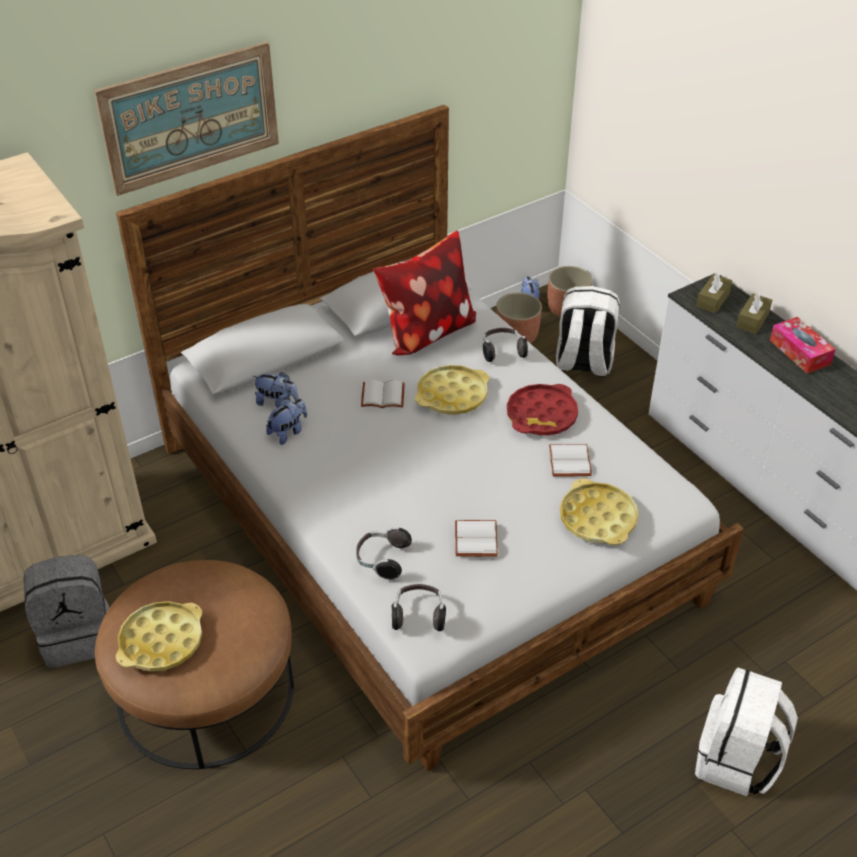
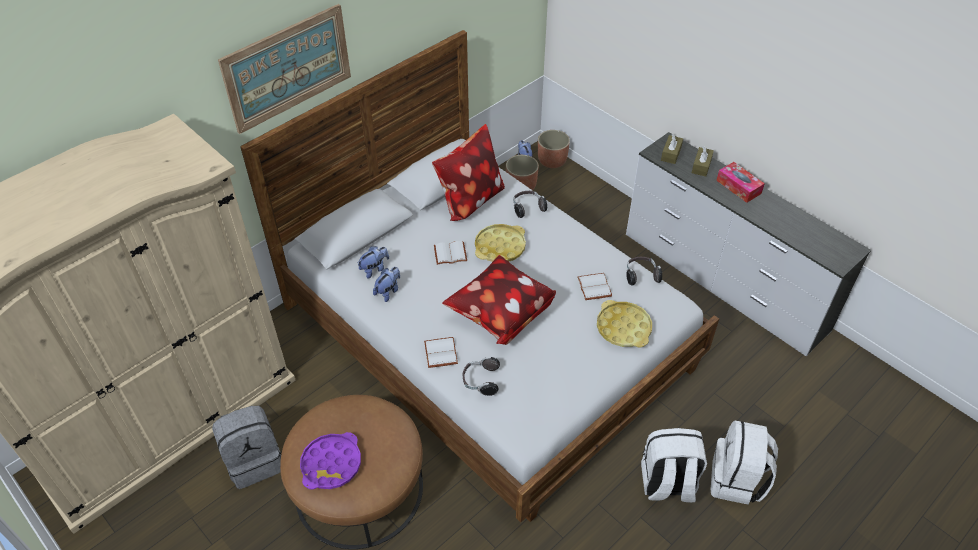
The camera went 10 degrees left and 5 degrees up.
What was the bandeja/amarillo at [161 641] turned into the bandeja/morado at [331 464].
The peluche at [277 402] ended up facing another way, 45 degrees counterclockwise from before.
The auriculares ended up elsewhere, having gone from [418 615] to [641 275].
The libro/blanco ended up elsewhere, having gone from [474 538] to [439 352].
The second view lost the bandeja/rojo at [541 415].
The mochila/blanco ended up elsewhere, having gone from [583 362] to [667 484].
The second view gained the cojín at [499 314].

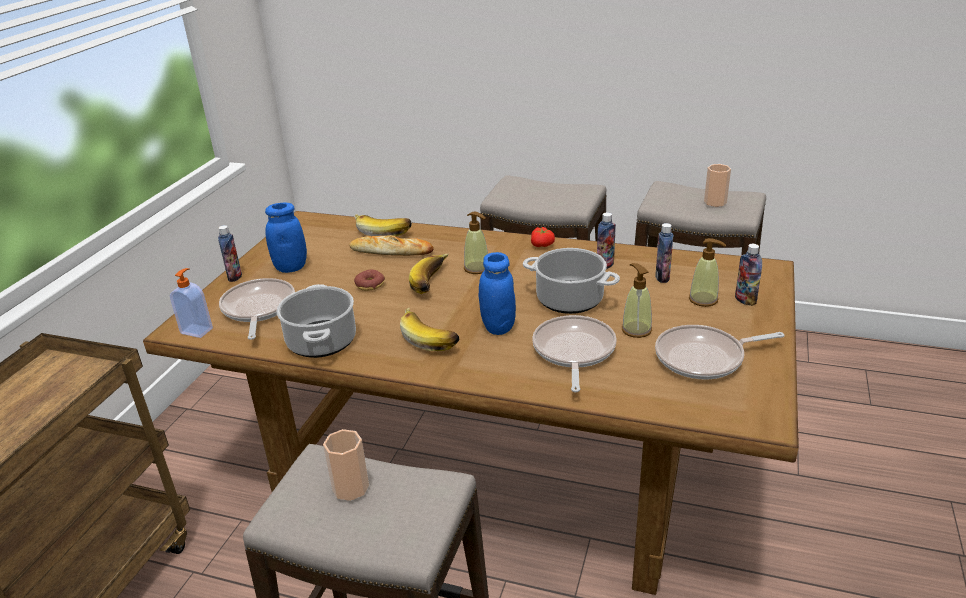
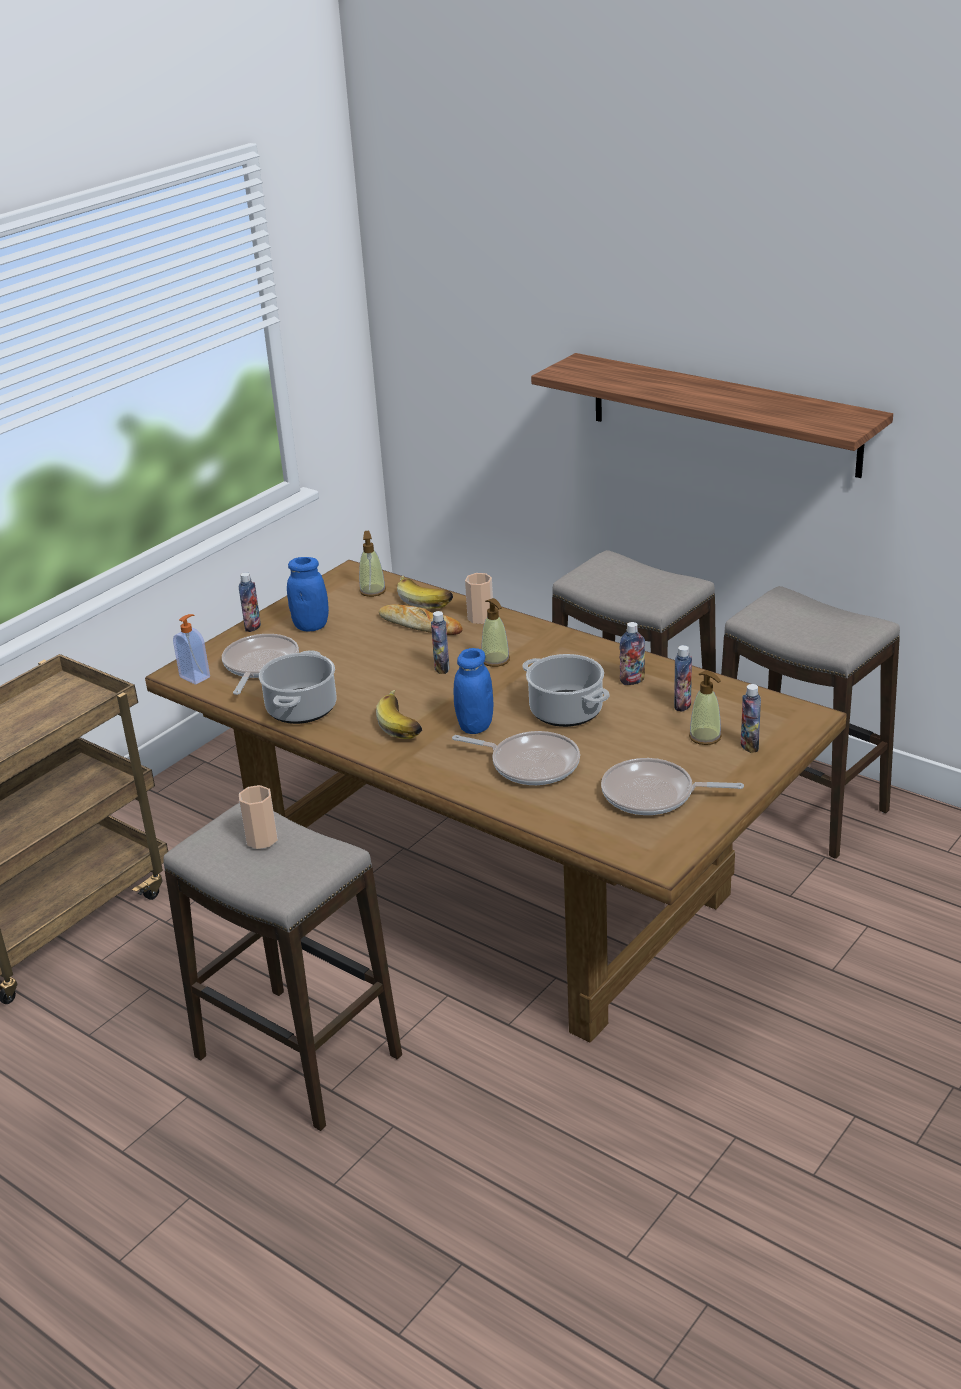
The camera went 20 degrees right and 0 degrees up.
The second view lost the rosquilla at [370 285].
Where the plátano stood at [434 283], the botella came to stand at [442 668].
The second view lost the tomate at [542 245].
The sartén at [573 352] ended up facing another way, 90 degrees clockwise from before.
The dispensador de jabón ended up elsewhere, having gone from [636 329] to [372 591].
The taza ended up elsewhere, having gone from [715 202] to [480 618].
The second view gained the estante at [723 414].

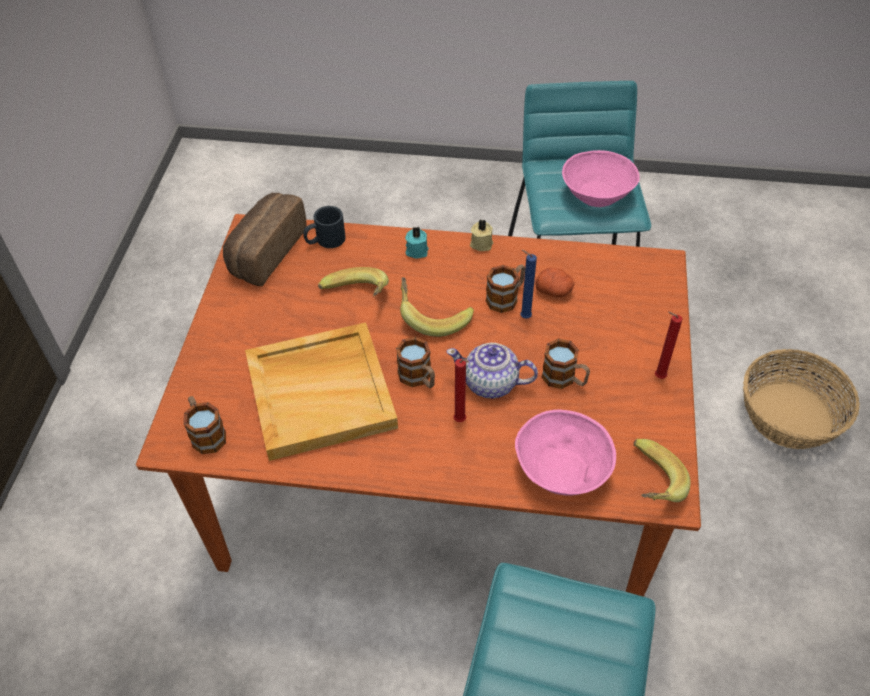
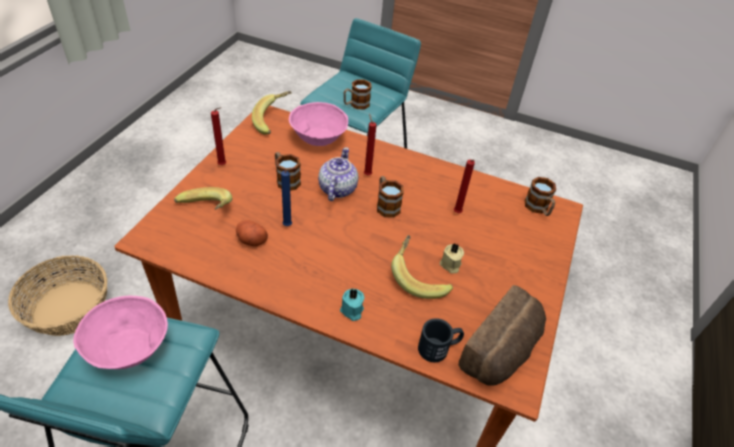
The camera went 170 degrees left and 5 degrees down.
Where the bandeja/beis stood at [321 392], the vela/rojo came to stand at [457 213].
The plátano ended up elsewhere, having gone from [433 316] to [205 212].
The tetera at [491 384] ended up facing another way, 105 degrees counterclockwise from before.
The vela/beis ended up elsewhere, having gone from [481 243] to [450 265].
The taza grande ended up elsewhere, having gone from [506 297] to [356 104].

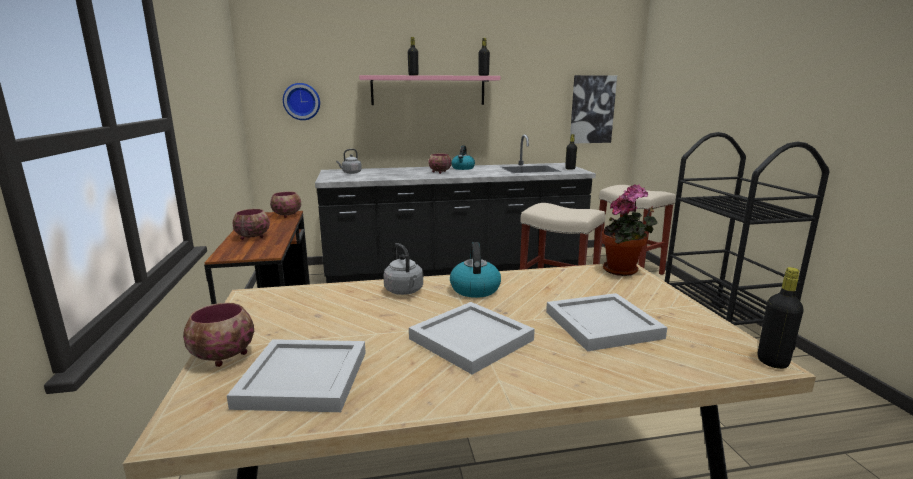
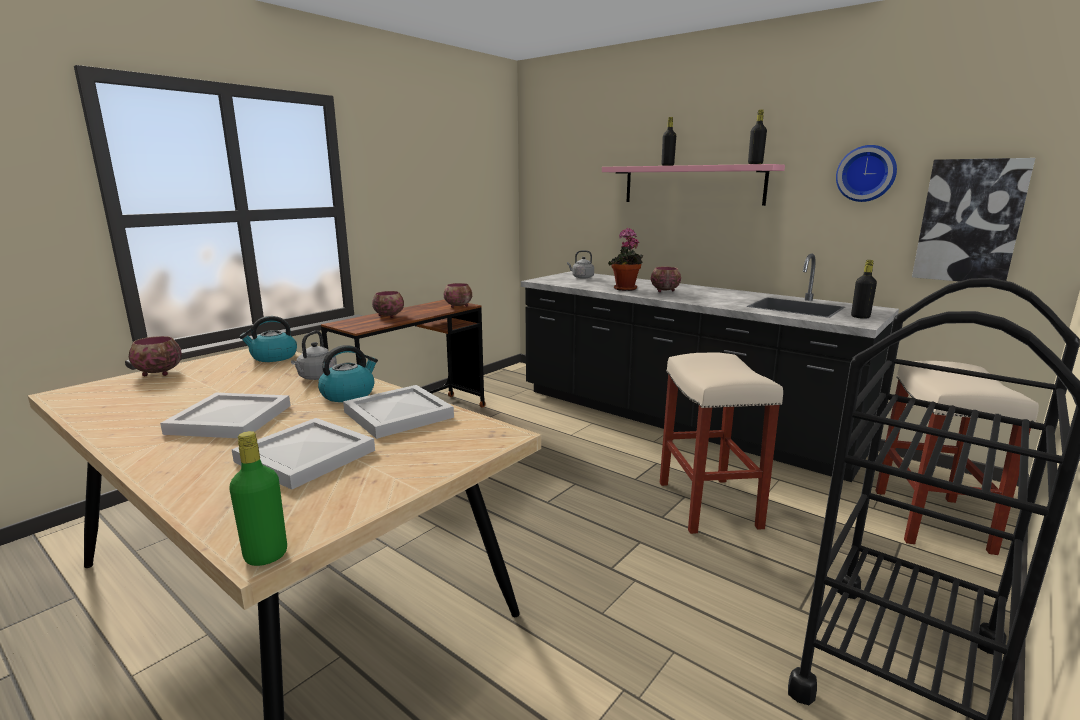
The camera went 50 degrees right and 0 degrees up.
The bandeja/blanco ended up elsewhere, having gone from [301 379] to [396 414].
The reloj de pared ended up elsewhere, having gone from [301 101] to [866 173].
The hervidor ended up elsewhere, having gone from [463 168] to [273 357].
The planta en maceta ended up elsewhere, having gone from [623 271] to [625 289].
What was the botella/negro at [772 361] turned into the botella/verde at [266 555].

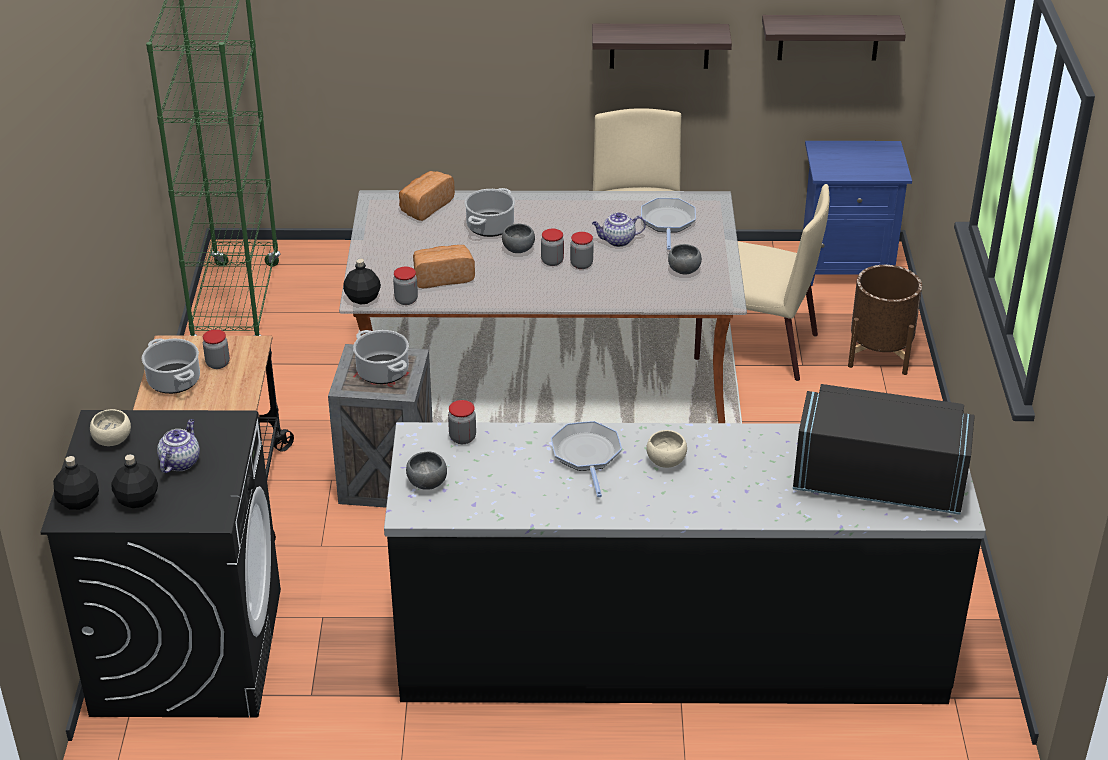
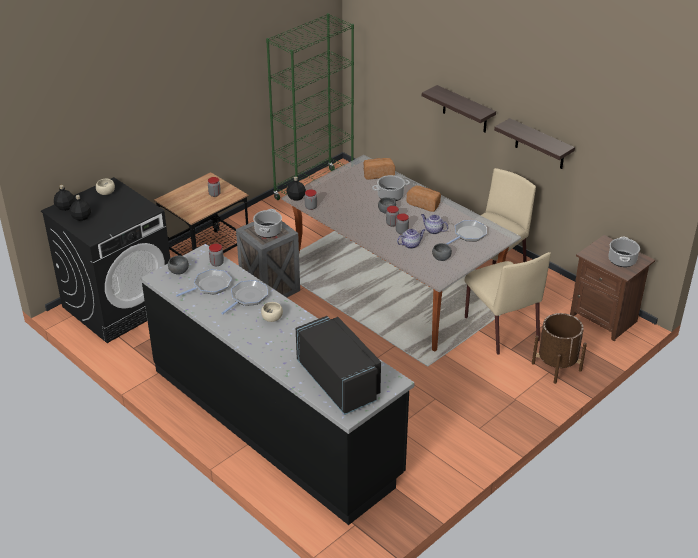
The camera went 45 degrees right and 0 degrees up.
The olla ended up elsewhere, having gone from [174 381] to [622 260].
The tetera ended up elsewhere, having gone from [180 462] to [411 244].
The pan ended up elsewhere, having gone from [442 277] to [424 204].
The estante ended up elsewhere, having gone from [828 37] to [465 110].
What was the mesita de noche/azul at [845 266] turned into the mesita de noche/marrón at [604 318].
The second view gained the sartén at [210 286].

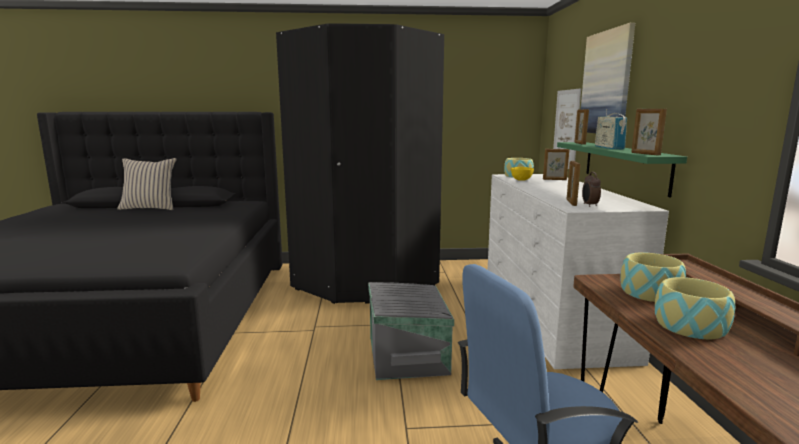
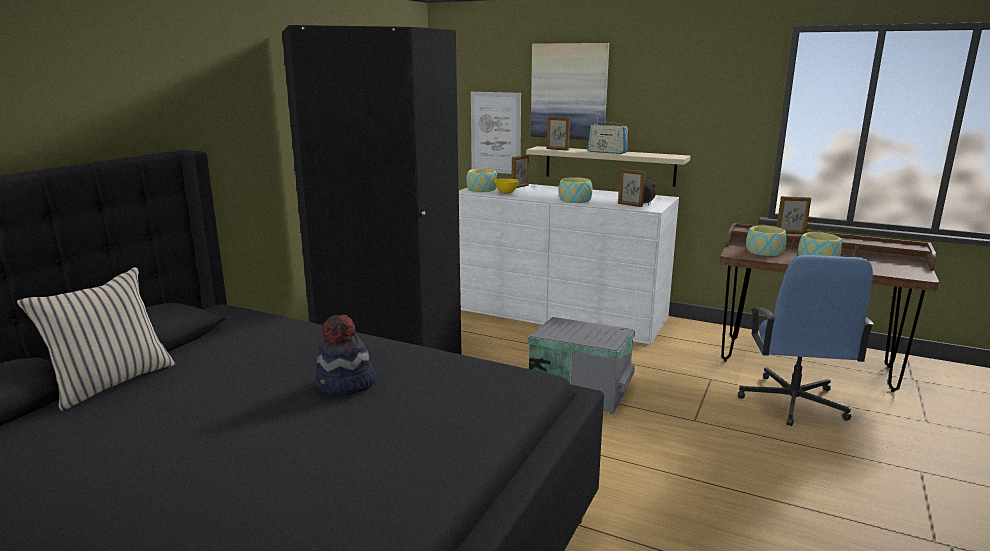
The camera went 60 degrees left and 5 degrees up.
What was the estante/verde at [624 165] turned into the estante/beis at [609 166].
The portarretratos ended up elsewhere, having gone from [645 154] to [790 233].
The second view gained the sombrero at [345 384].
The second view gained the cuenco at [575 200].

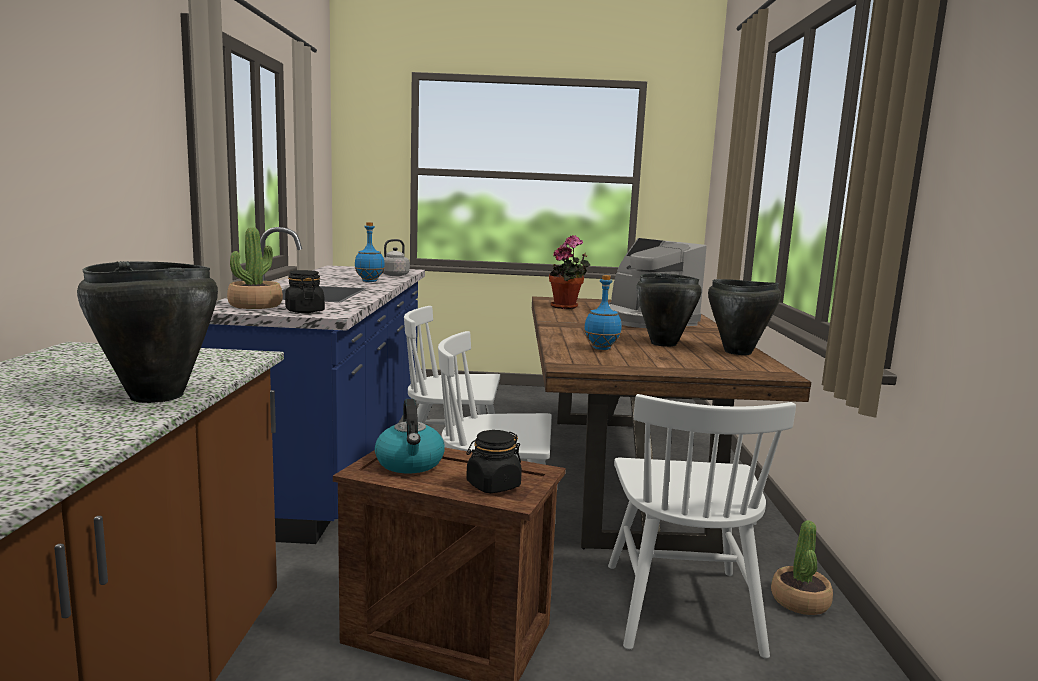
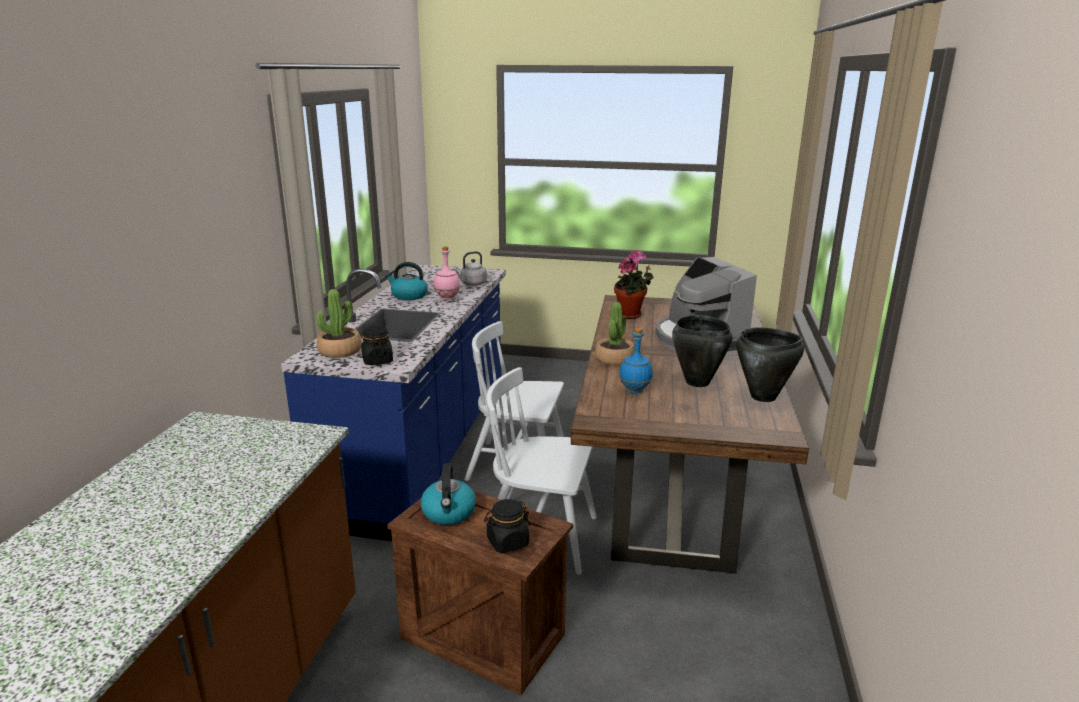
The camera went 10 degrees right and 10 degrees up.
The second view lost the olla/negro at [156 396].
What was the botella/azul at [369 281] turned into the botella/rosa at [447 298].
The second view lost the silla/blanco at [681 607].
The planta en maceta ended up elsewhere, having gone from [800 601] to [614 359].
The second view gained the hervidor at [408 296].

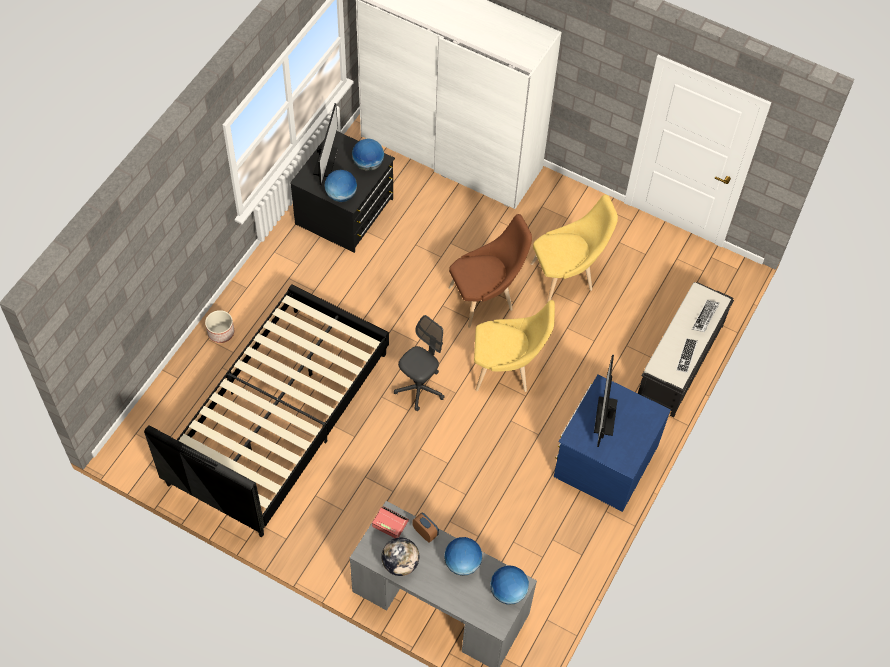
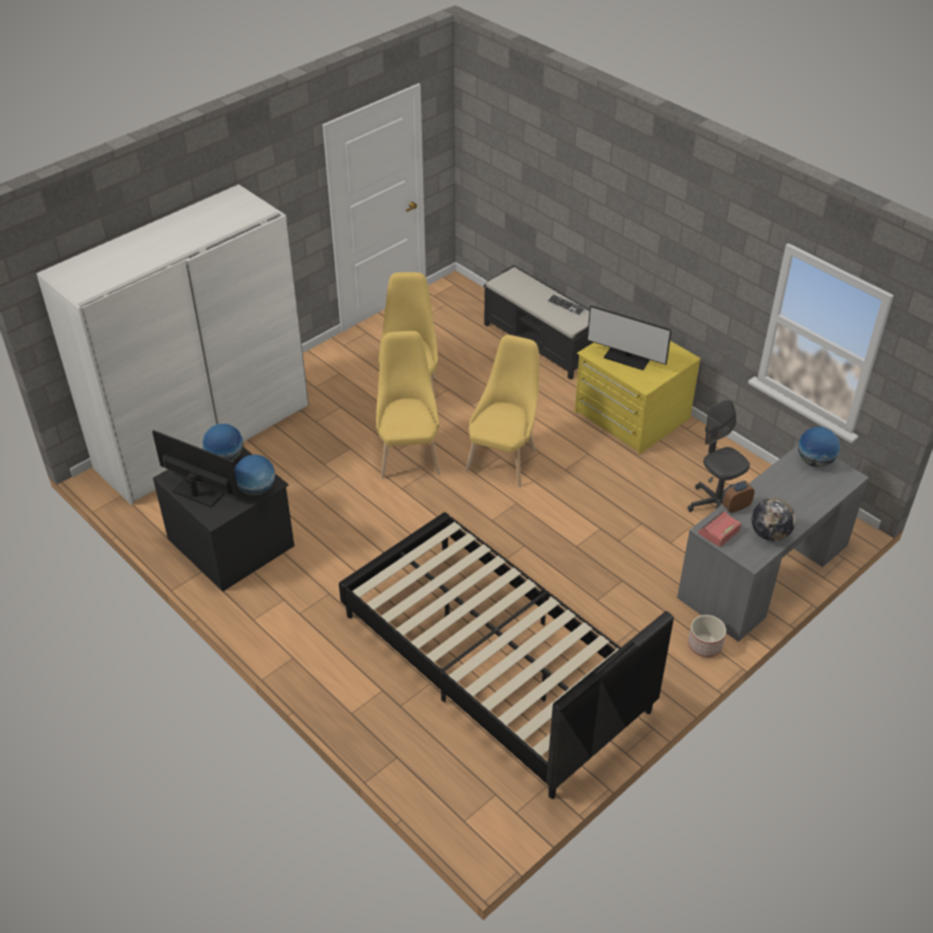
The camera went 70 degrees left and 15 degrees down.
The maceta ended up elsewhere, having gone from [220 332] to [705 645].
The silla de oficina/gris ended up elsewhere, having gone from [419 388] to [715 505].
The second view lost the globo terráqueo at [462 563].
What was the silla/marrón at [485 298] turned into the silla/amarillo at [408 454].
What was the cómoda/azul at [604 460] turned into the cómoda/amarillo at [630 416].
The second view lost the teclado at [705 317].

